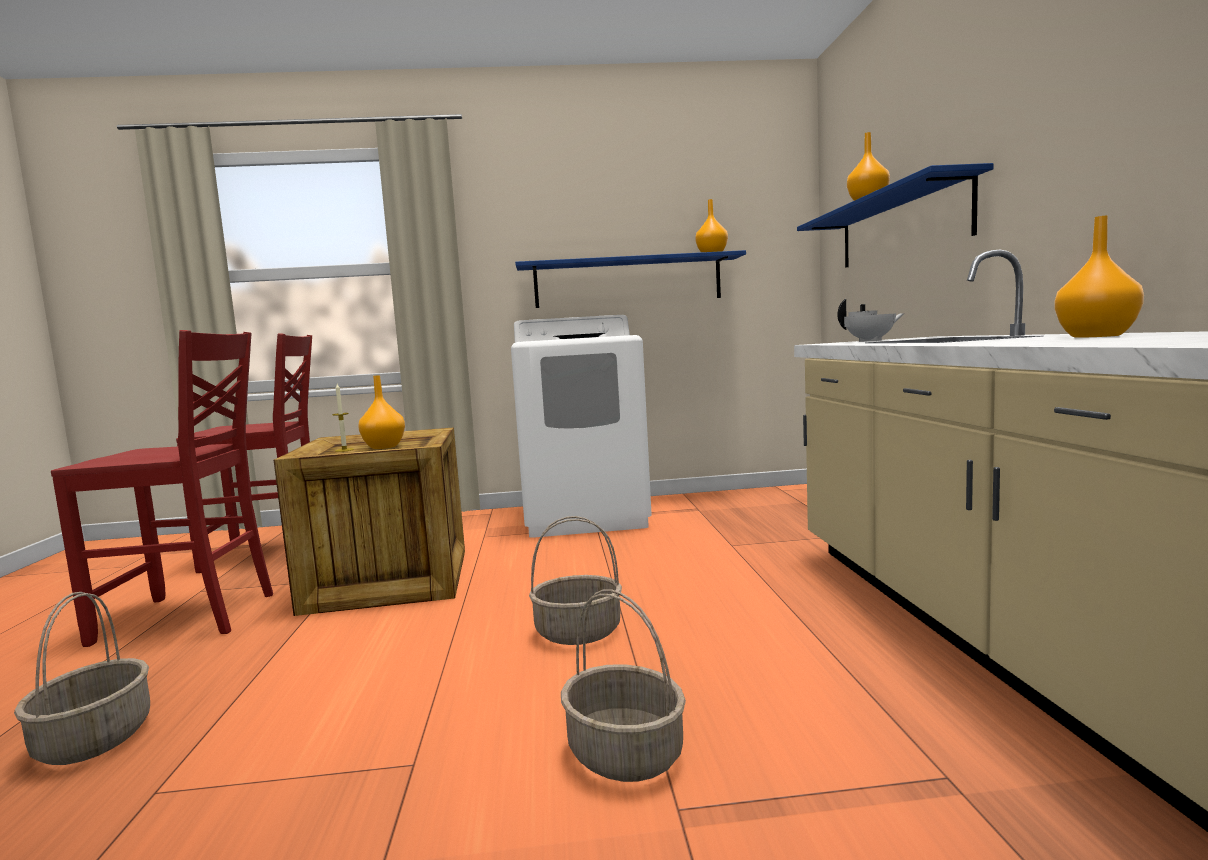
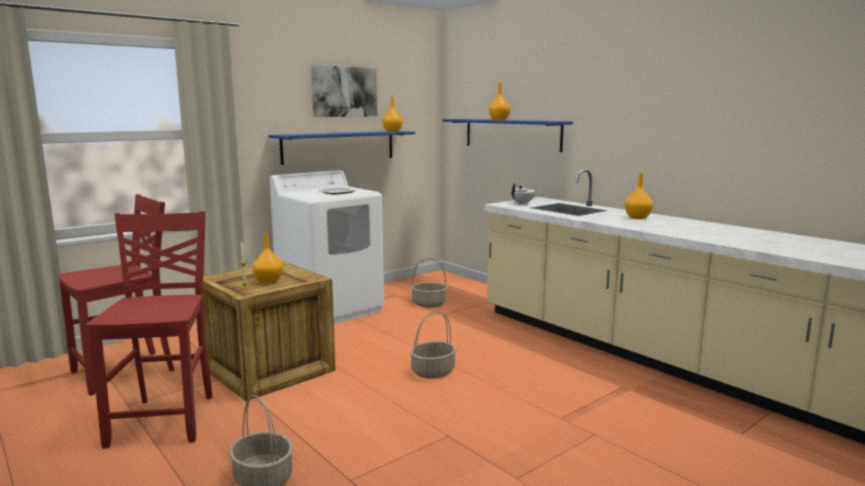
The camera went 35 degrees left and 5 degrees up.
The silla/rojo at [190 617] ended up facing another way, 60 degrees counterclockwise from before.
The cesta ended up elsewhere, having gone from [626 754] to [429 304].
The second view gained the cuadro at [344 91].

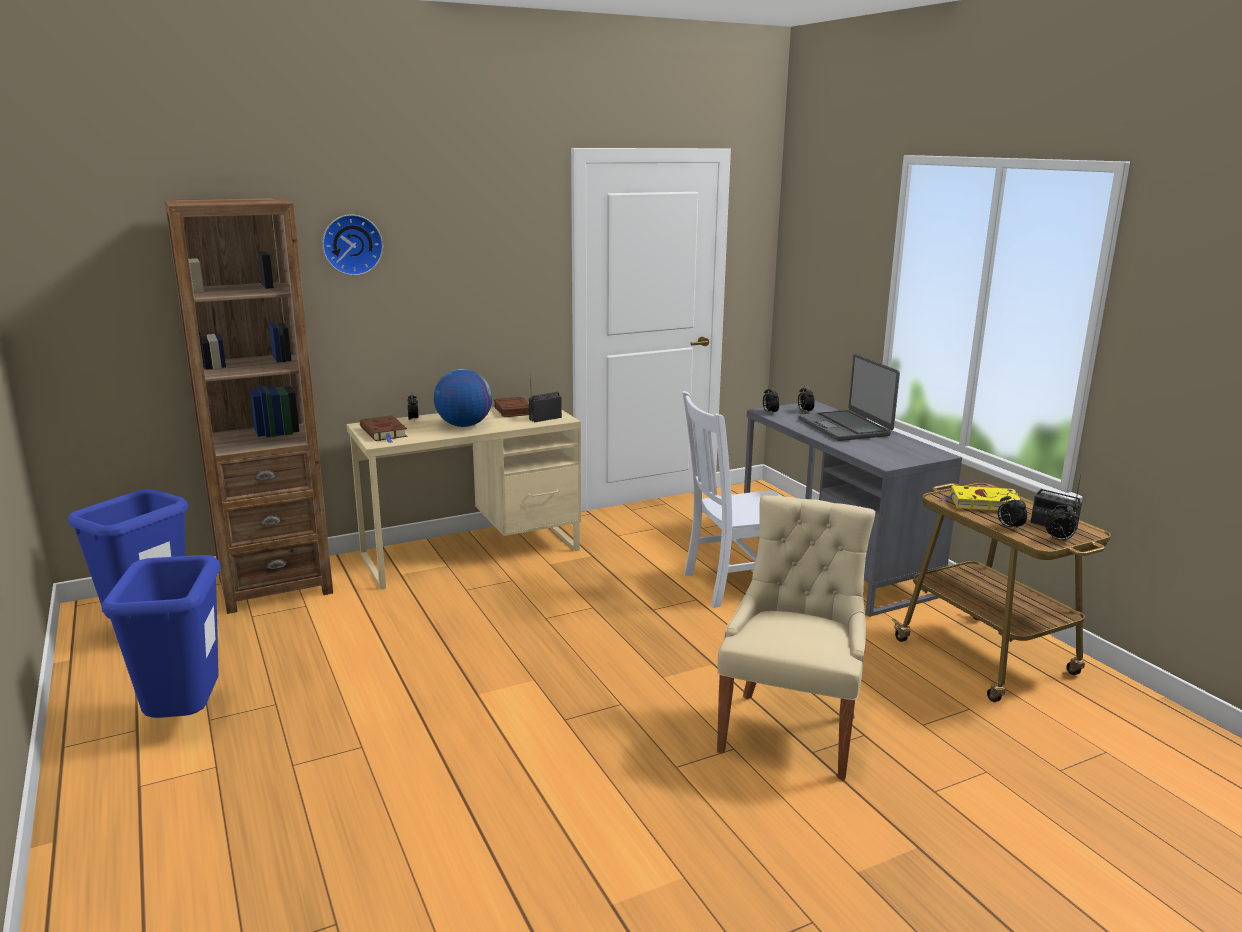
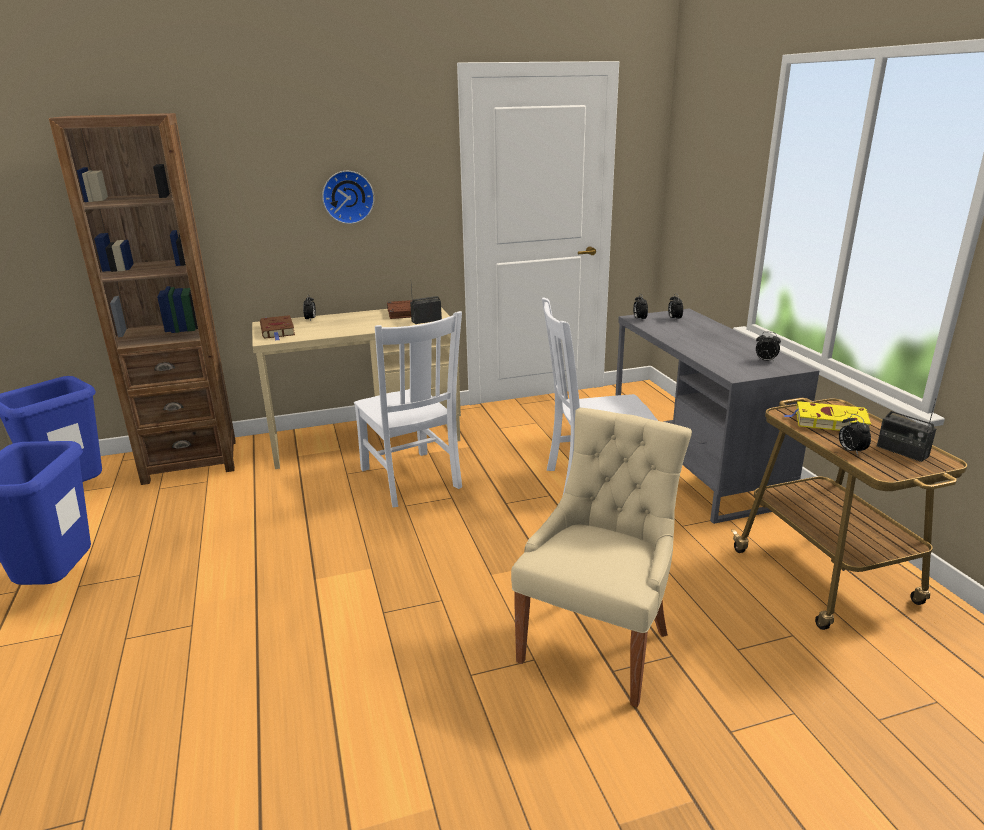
The camera went 10 degrees right and 5 degrees up.
The reloj de pared ended up elsewhere, having gone from [352 244] to [348 197].
The second view lost the globo terráqueo at [464 425].
The second view lost the portátil at [845 427].
The despertador ended up elsewhere, having gone from [1058 540] to [765 361].
The second view gained the silla/blanco at [411 480].

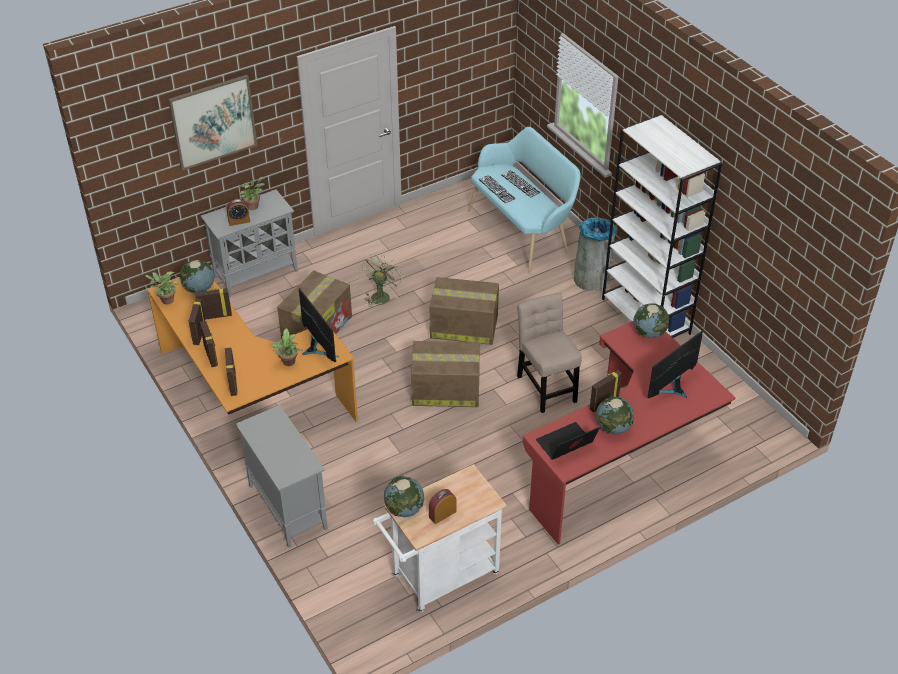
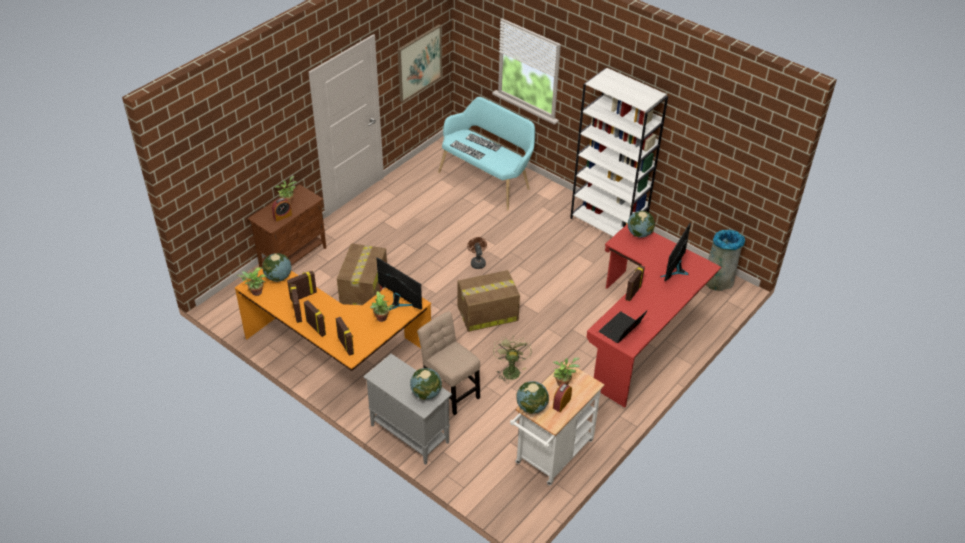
The camera went 20 degrees left and 0 degrees up.
The cuadro ended up elsewhere, having gone from [213 122] to [419 63].
What was the armario/gris at [256 273] turned into the armario/marrón at [293 257].
The ventilador/verde ended up elsewhere, having gone from [381 295] to [510 370].
Where the caja de cartón stood at [463 326], the ventilador/marrón came to stand at [477 262].
The silla/beis ended up elsewhere, having gone from [546 386] to [449 390].
The papelera/gris ended up elsewhere, having gone from [592 280] to [718 280].
The globo terráqueo ended up elsewhere, having gone from [613 428] to [426 394].
The second view gained the planta en maceta at [563 382].

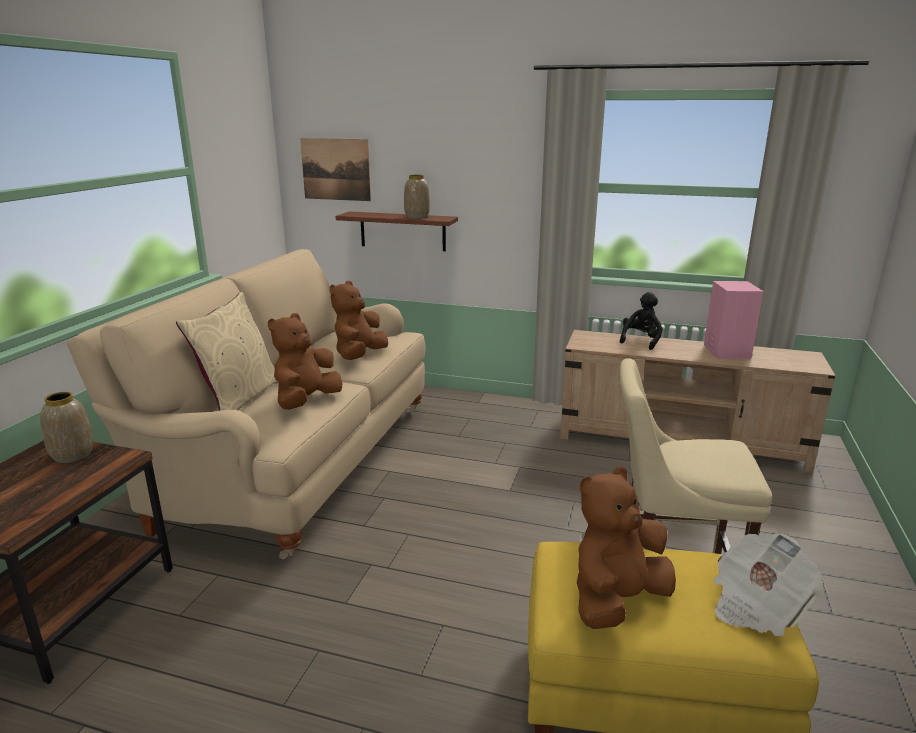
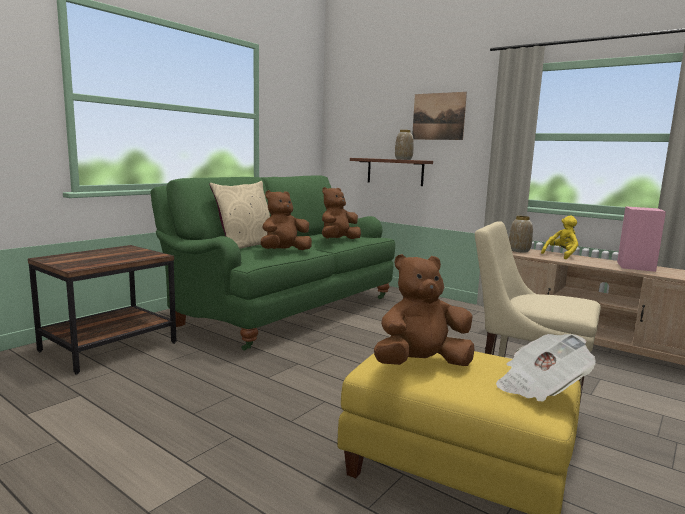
The camera went 20 degrees right and 10 degrees down.
The florero ended up elsewhere, having gone from [72 455] to [519 250].
What was the sofá/beis at [293 461] turned into the sofá/verde at [284 309].
The cuadro ended up elsewhere, having gone from [336 169] to [438 116].
What was the peluche/negro at [641 341] turned into the peluche/amarillo at [561 255].

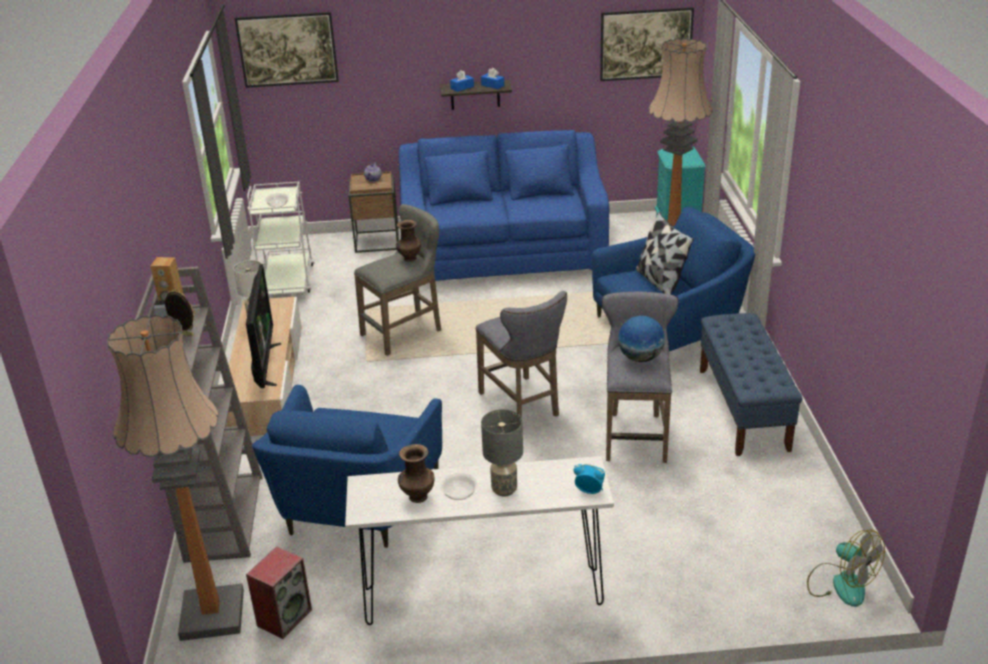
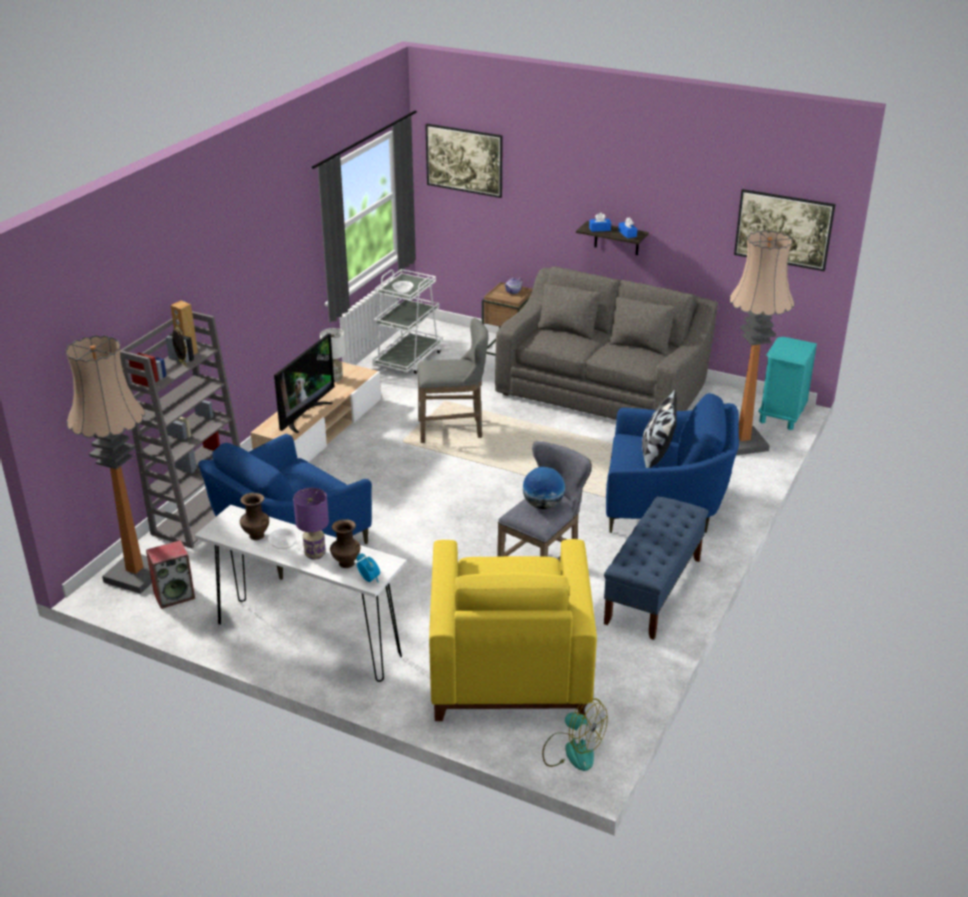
The camera went 30 degrees right and 0 degrees up.
The florero/marrón ended up elsewhere, having gone from [409 259] to [345 563].
What was the sofá/azul at [504 251] turned into the sofá/gris at [602 389].
The second view lost the taburete/gris at [522 406].
What was the lámpara de mesa/gris at [504 489] turned into the lámpara de mesa/morado at [315 554].
The ventilador at [840 584] ended up facing another way, 45 degrees counterclockwise from before.
The second view gained the sillón/amarillo at [508 666].

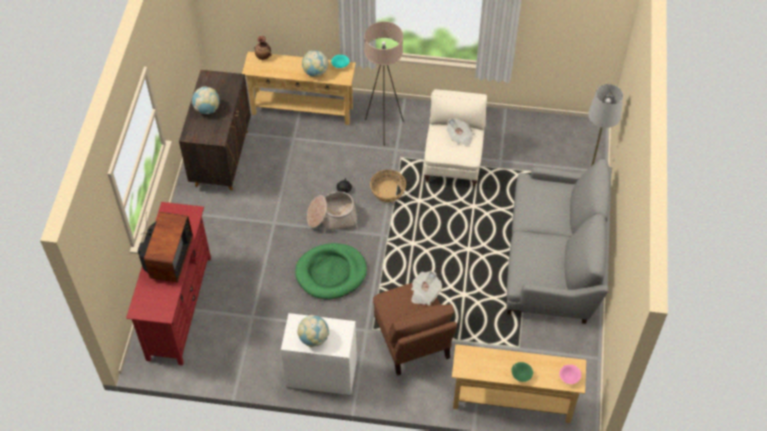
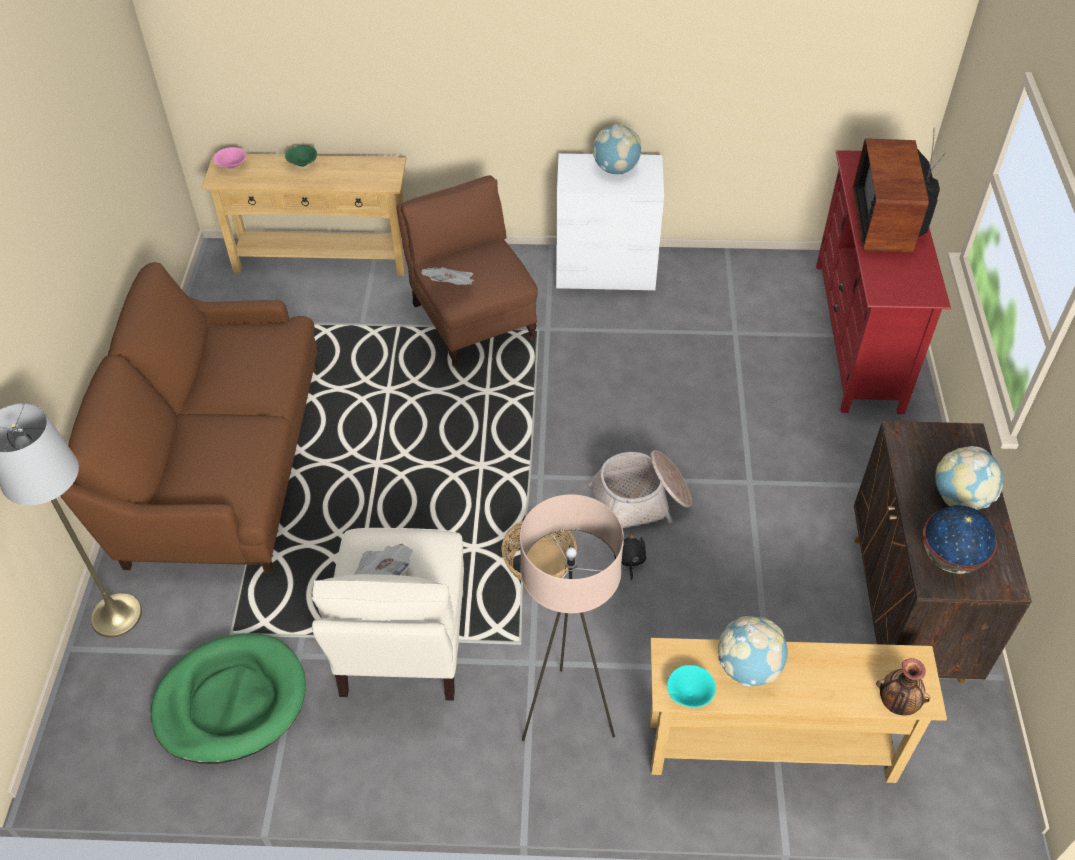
The camera went 175 degrees right and 5 degrees down.
The cama para perro/verde ended up elsewhere, having gone from [331 273] to [231 701].
What was the sofá/gris at [553 259] turned into the sofá/marrón at [221 460].
The second view gained the globo terráqueo at [949 558].

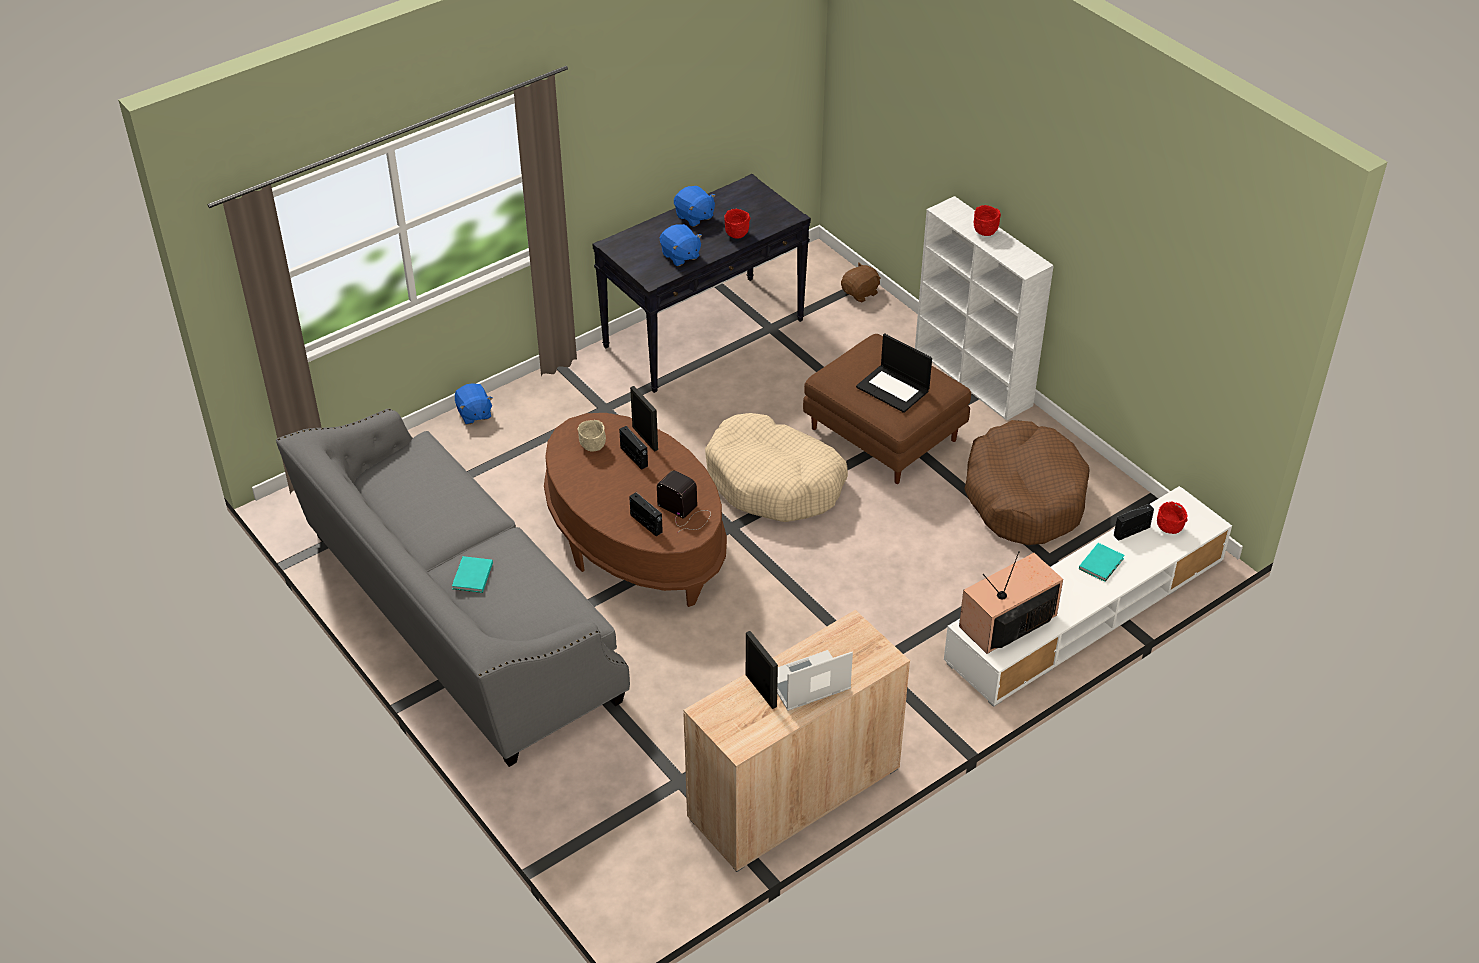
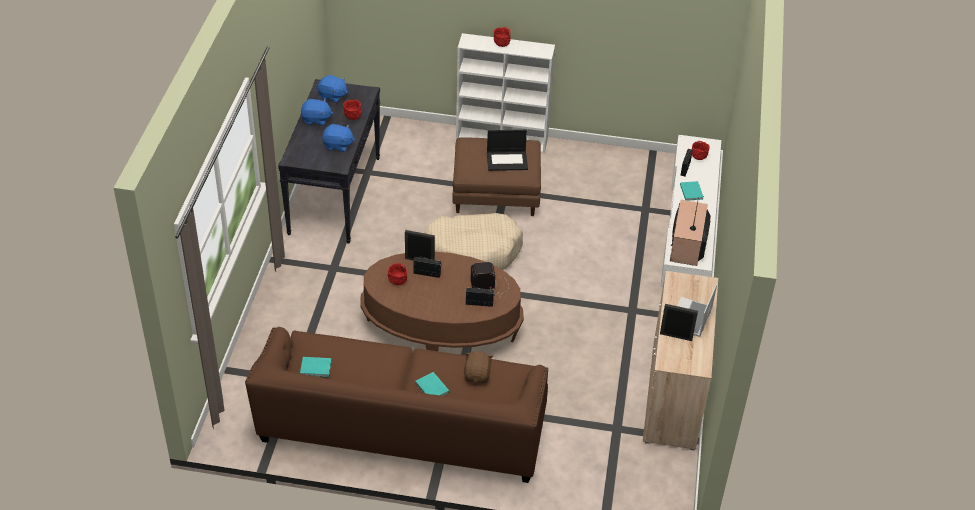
The camera went 45 degrees left and 0 degrees up.
What was the sofá/gris at [459 618] turned into the sofá/marrón at [402 429].
The peluche/azul ended up elsewhere, having gone from [474 414] to [332 96].
What was the cuenco/beis at [593 446] turned into the cuenco/rojo at [397 281].
The peluche/marrón ended up elsewhere, having gone from [860 293] to [477 375].
The second view lost the cama para perro/marrón at [1024 496].
The second view gained the libro/turquesa at [316 368].

